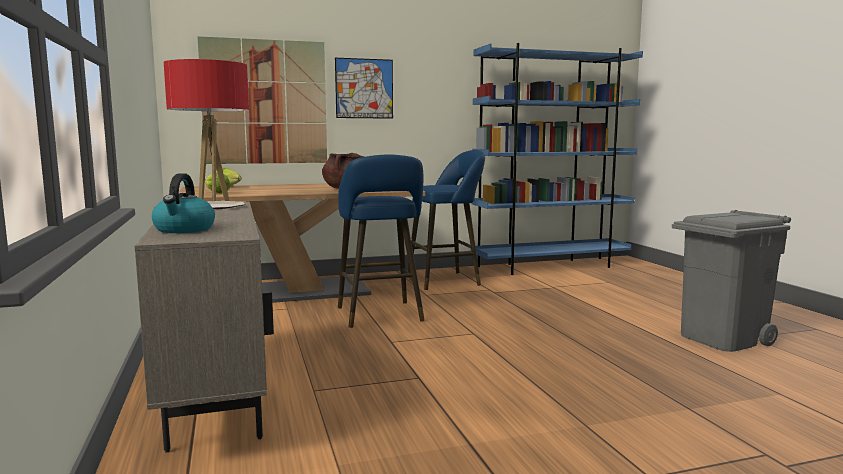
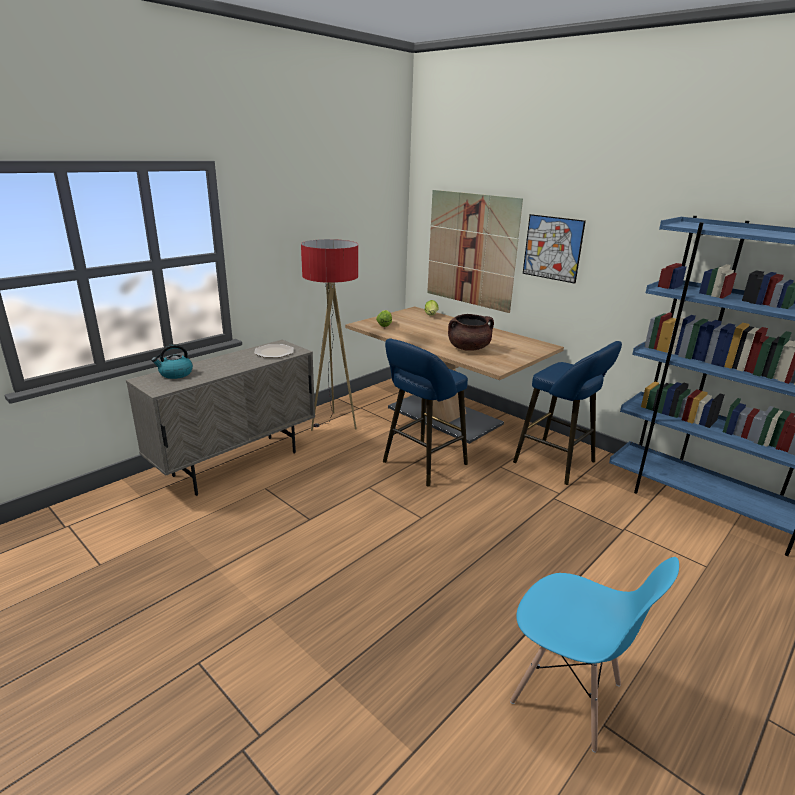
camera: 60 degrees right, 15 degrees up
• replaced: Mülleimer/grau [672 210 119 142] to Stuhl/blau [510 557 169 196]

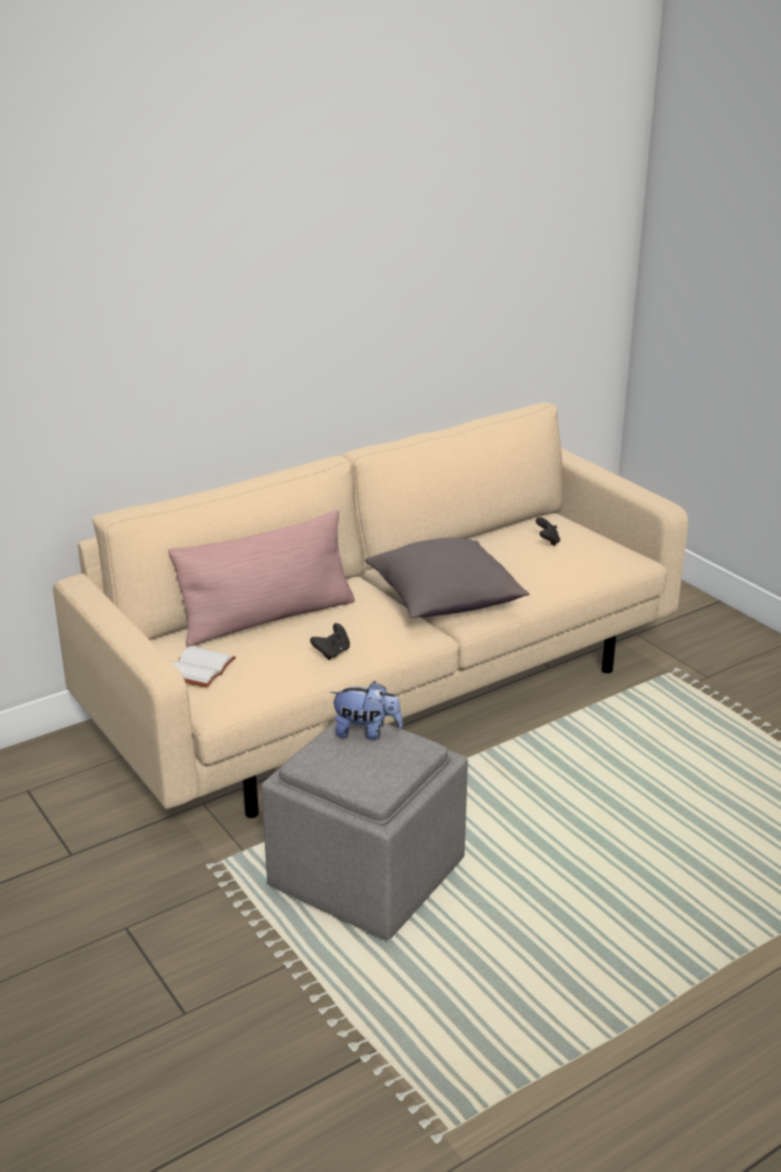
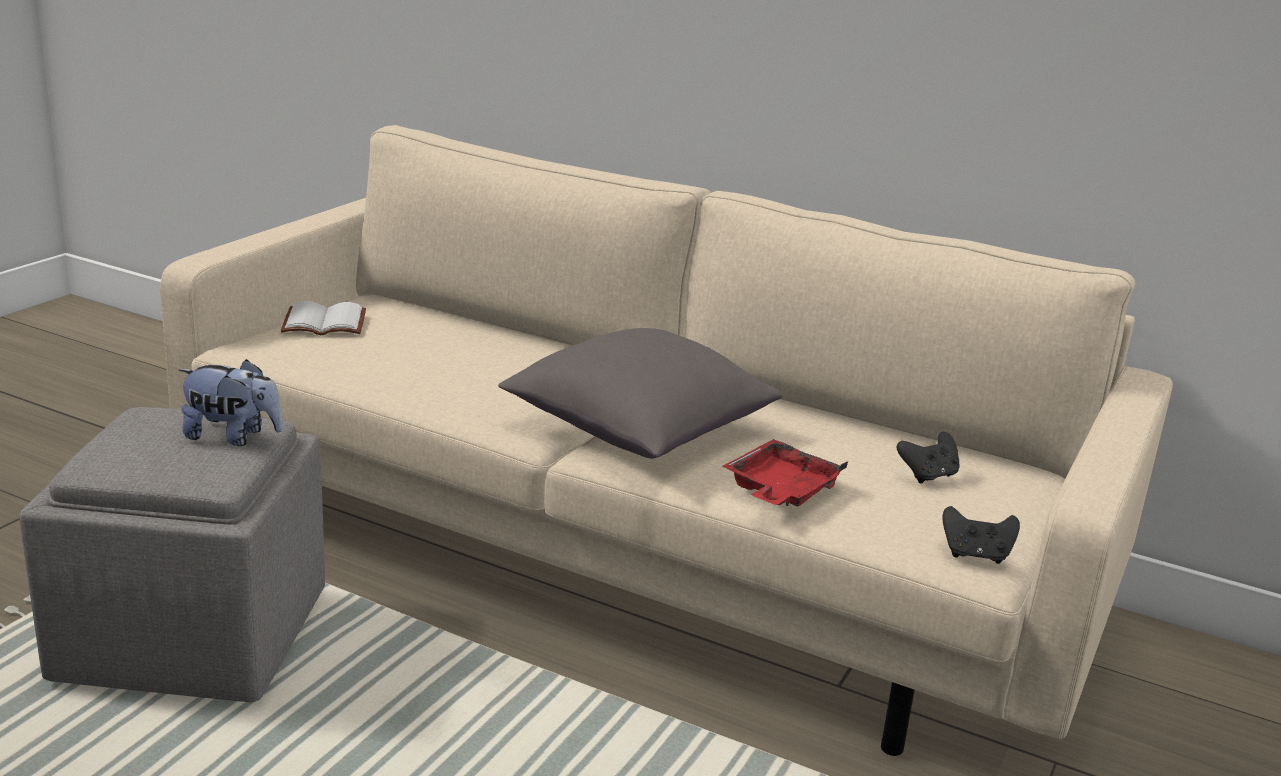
camera: 60 degrees right, 5 degrees down
• turned: Plüschtier [330 681 73 59] = [178 359 105 87] 60 degrees counterclockwise
• added: Tablett/rot [722 439 126 67]
• moved: Gamepad/schwarz [310 623 40 37] to [942 506 78 58]
• removed: Kissen/rosa [168 510 187 137]

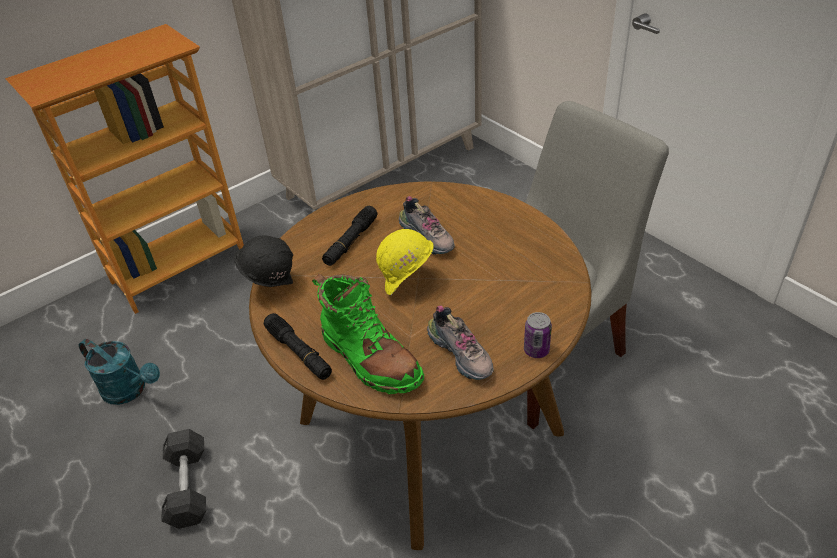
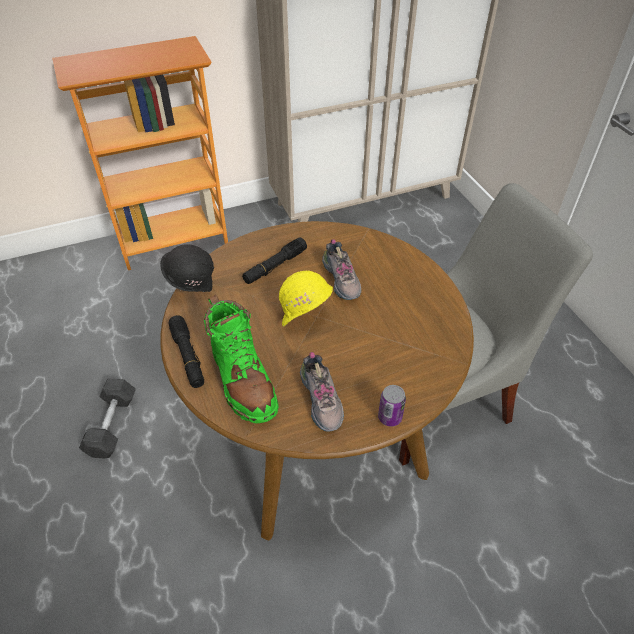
camera: 15 degrees right, 5 degrees up
• removed: Gießkanne/türkis [79 339 81 66]

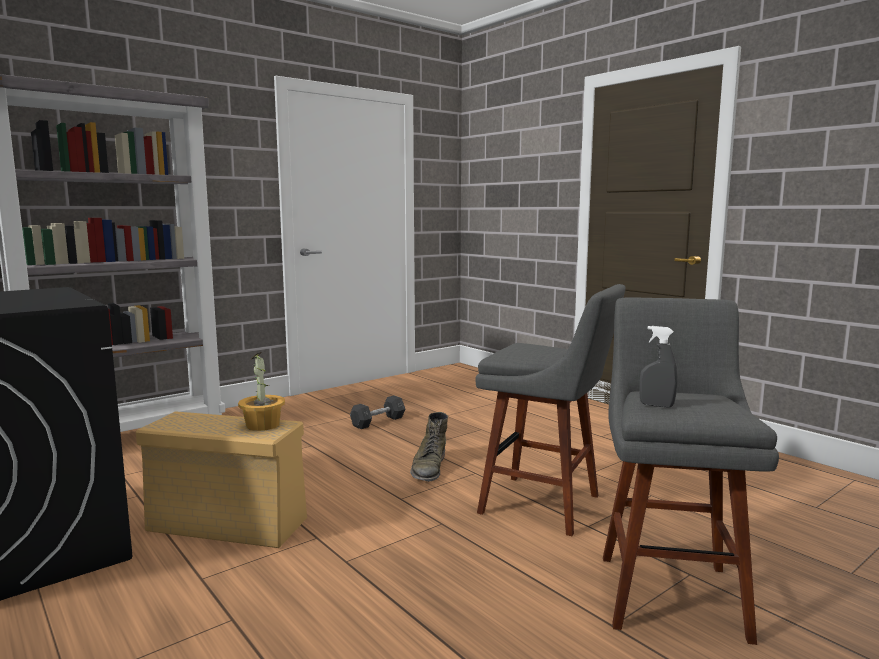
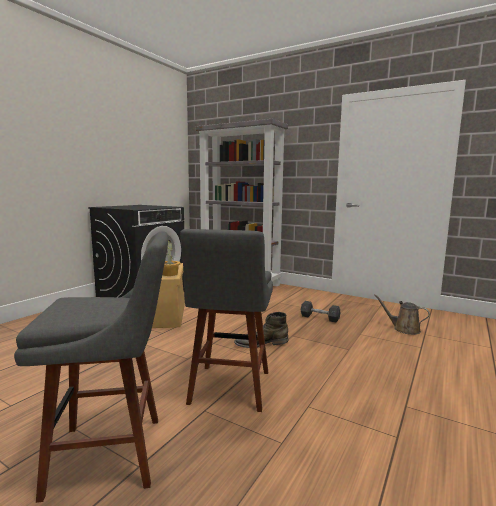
camera: 70 degrees right, 0 degrees up
• added: Gießkanne/braun [374 294 56 41]
• removed: Sprühflasche/grau [639 326 39 82]

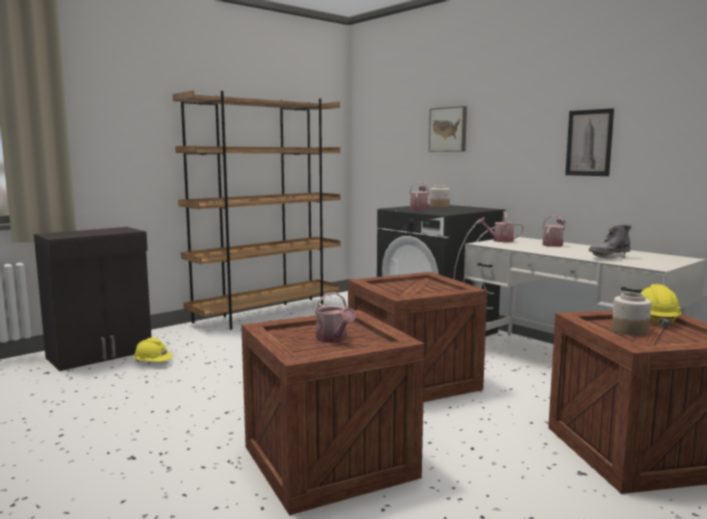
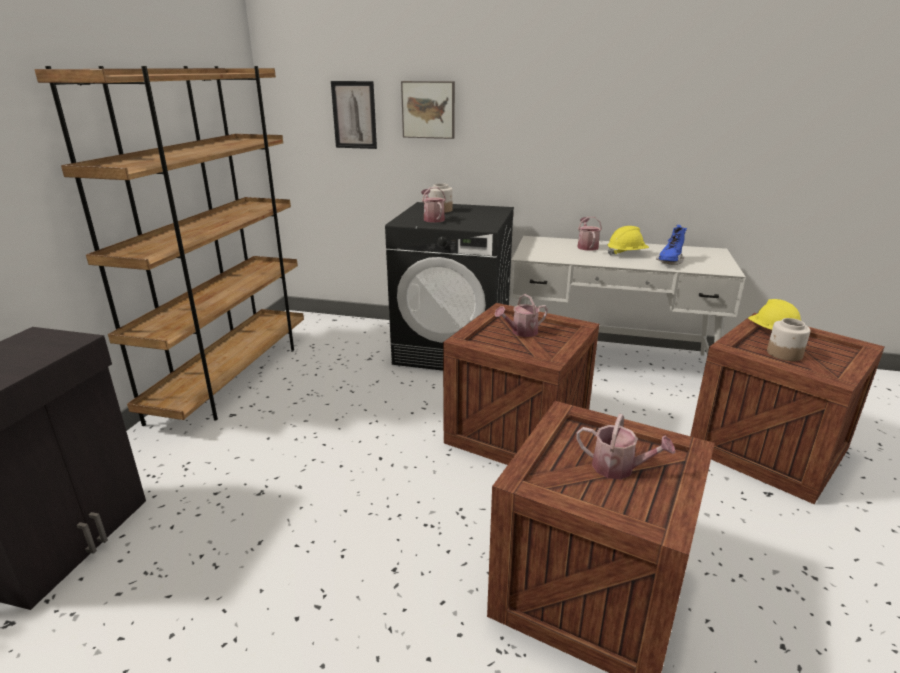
camera: 35 degrees left, 15 degrees up
• moved: Bild [565 108 49 68] to [331 81 46 68]
• moved: Gießkanne [477 212 47 30] to [495 294 53 43]
• moved: Schutzhelm/gelb [134 338 39 24] to [607 226 42 30]
• recoloured: Stiefel/grau [589 223 42 36] to Stiefel/blau [656 225 31 40]

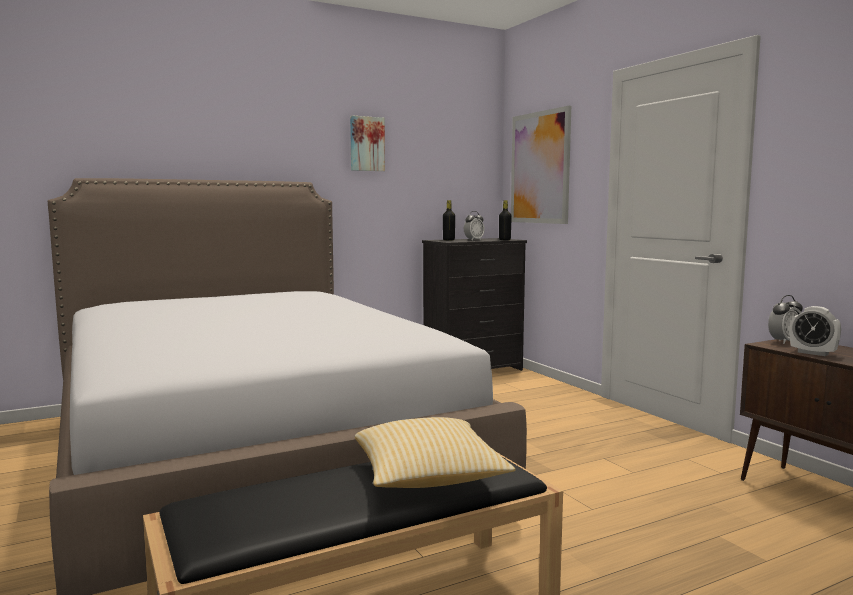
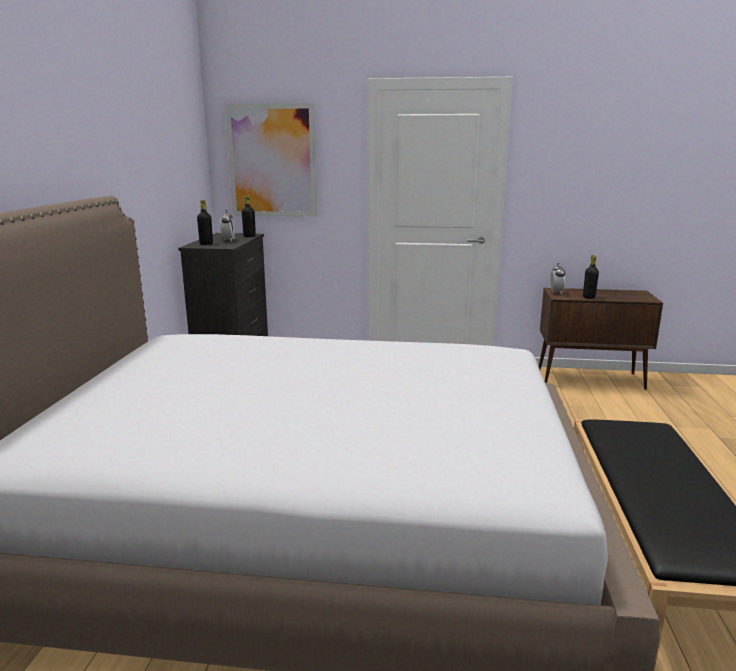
camera: 55 degrees left, 10 degrees up
• replaced: Wecker [790 306 51 50] to Flasche/schwarz [583 255 16 44]
• removed: Bild [350 116 35 55]
• removed: Kissen [355 417 160 71]

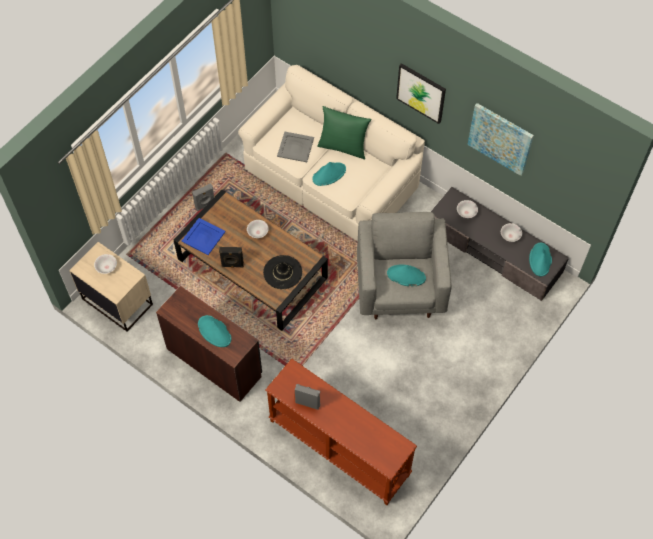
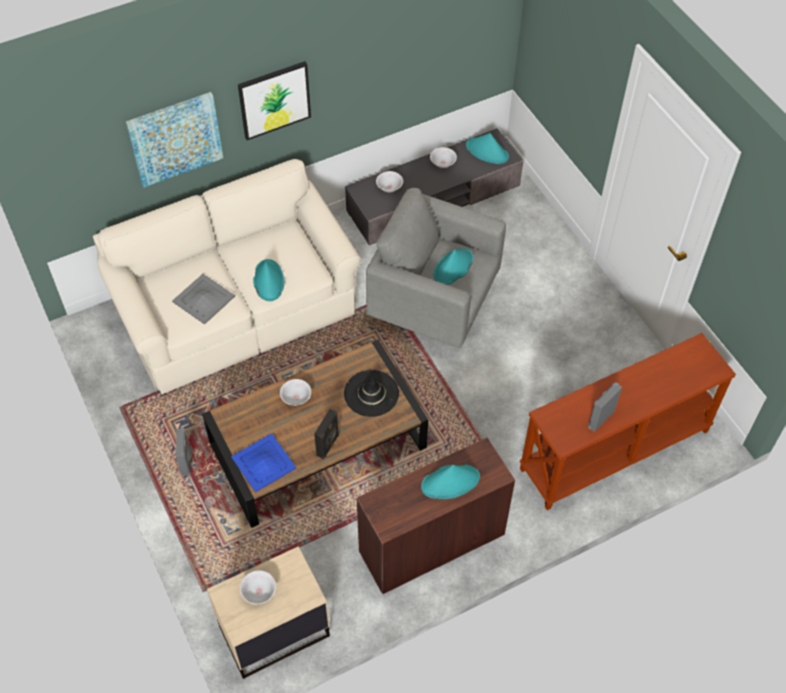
camera: 65 degrees left, 5 degrees down
• moved: Bild [467 103 67 73] to [126 92 97 95]
• removed: Kissen/grün [317 106 54 54]

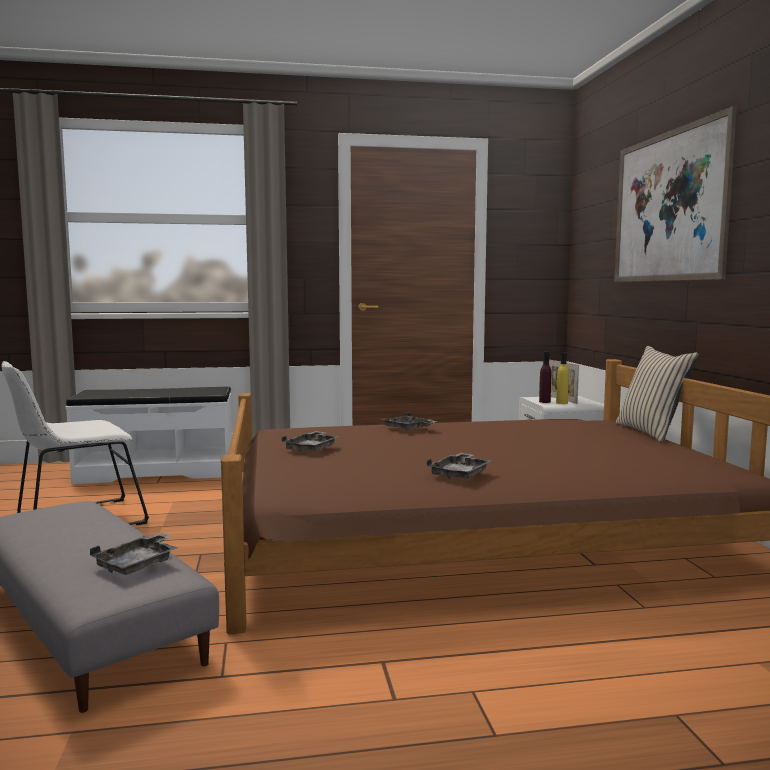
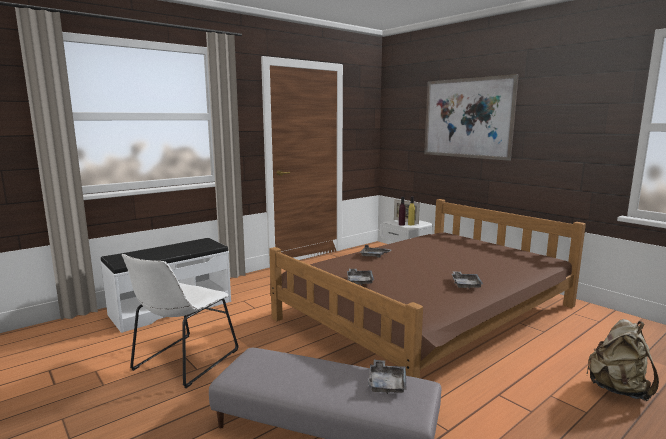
camera: 30 degrees left, 5 degrees up
• added: Rucksack/beige [586 319 73 82]
• removed: Kissen/beige [616 346 83 97]

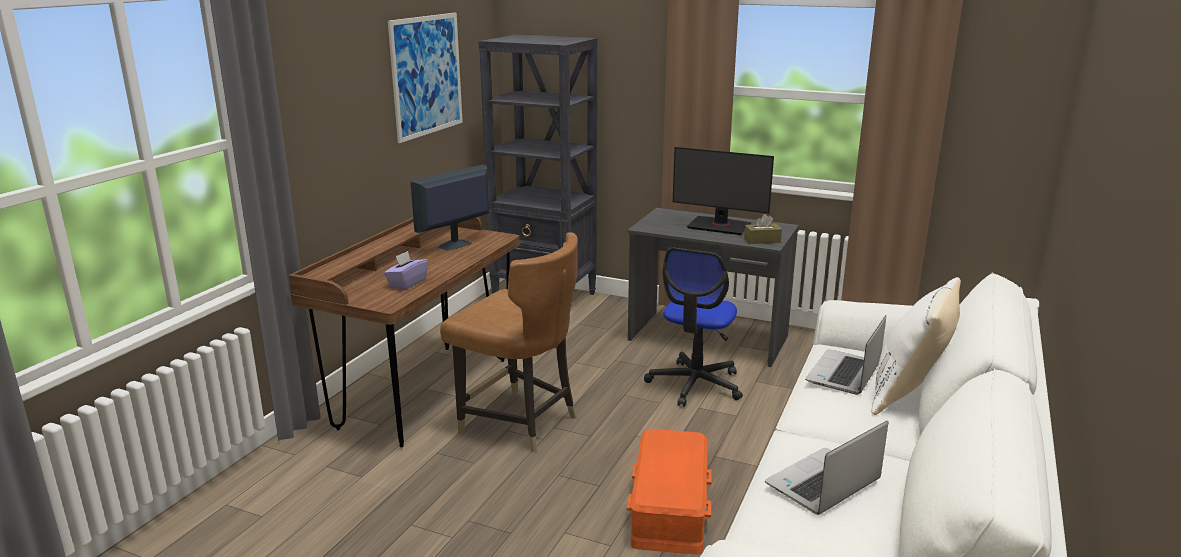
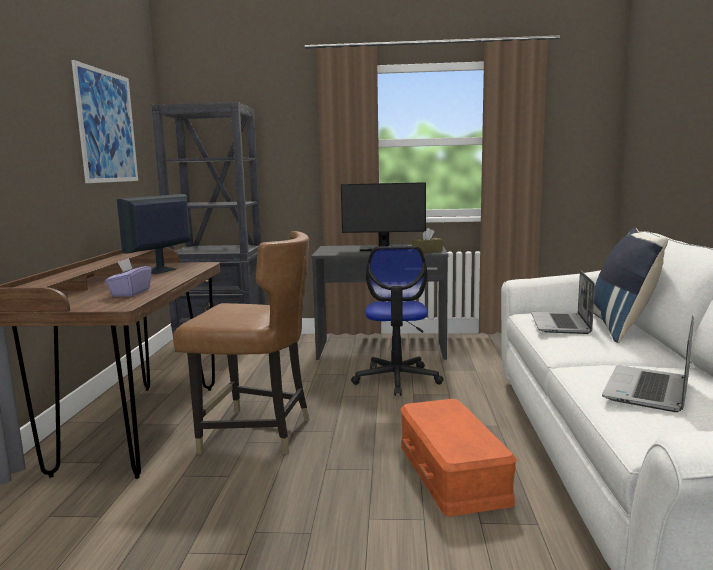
camera: 20 degrees left, 10 degrees down
• recoloured: Kissen/weiß [871 277 90 138] to Kissen/blau [593 228 75 115]

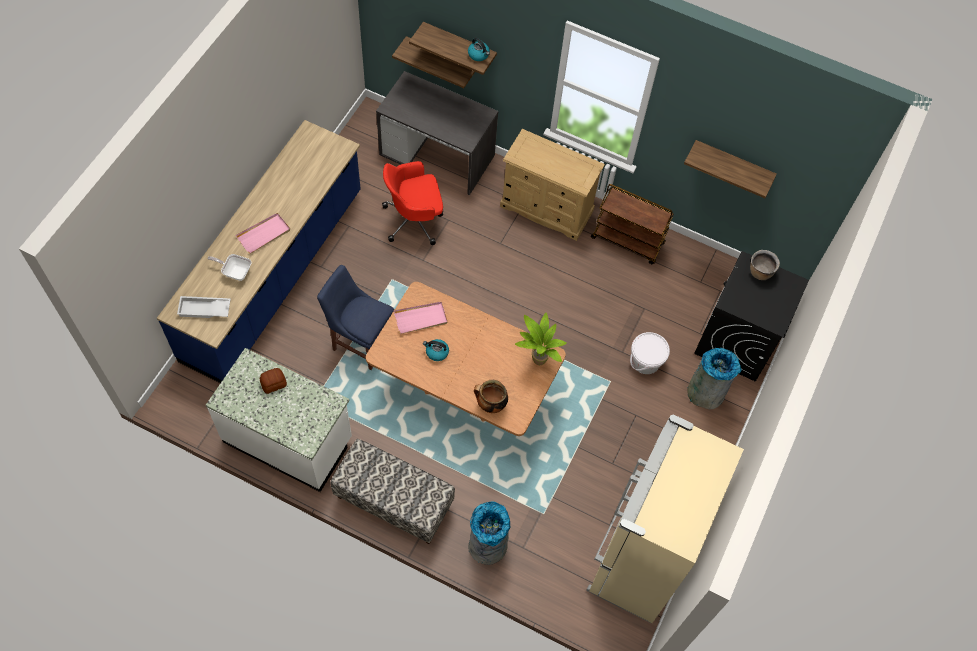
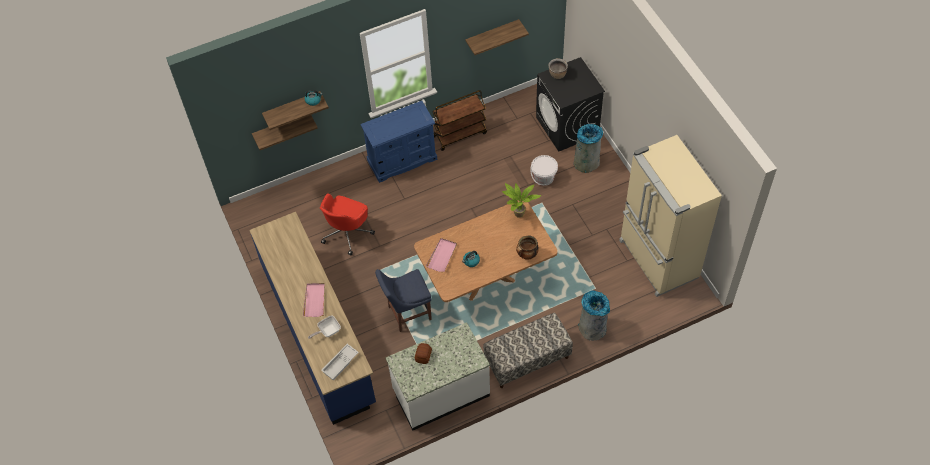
camera: 45 degrees left, 5 degrees down
• recoloured: Kommode/beige [500 129 105 112] to Kommode/blau [360 101 77 82]
• removed: Schreibtisch/grau [376 71 123 124]

